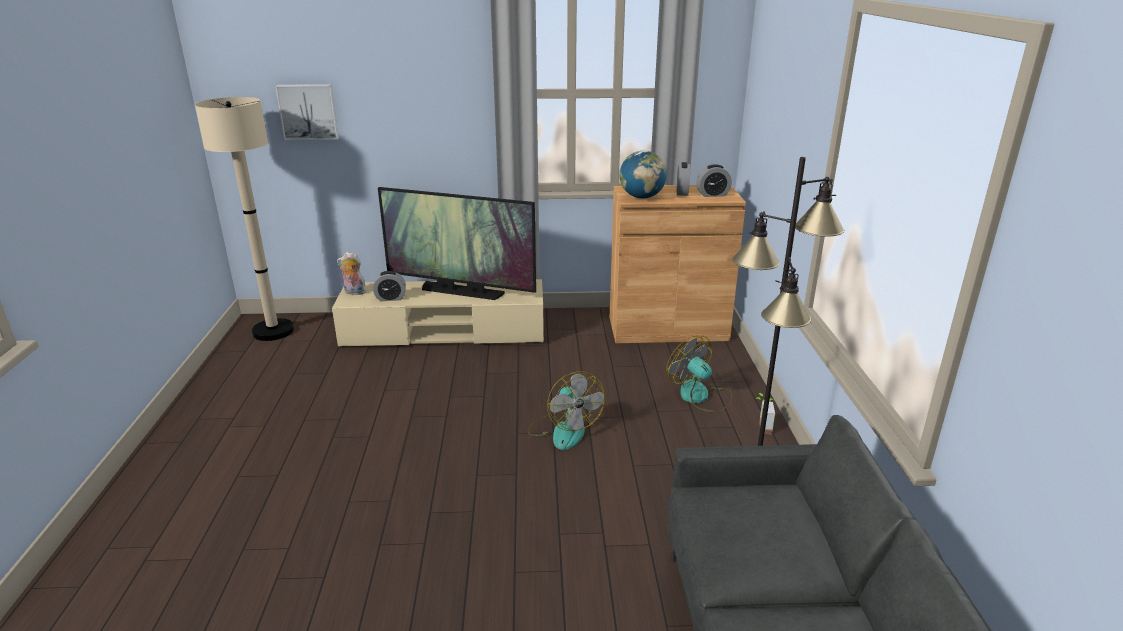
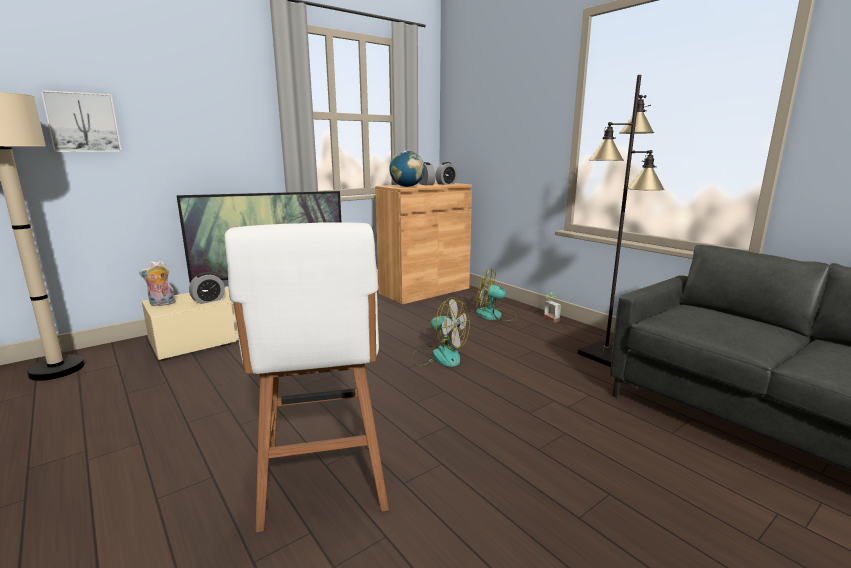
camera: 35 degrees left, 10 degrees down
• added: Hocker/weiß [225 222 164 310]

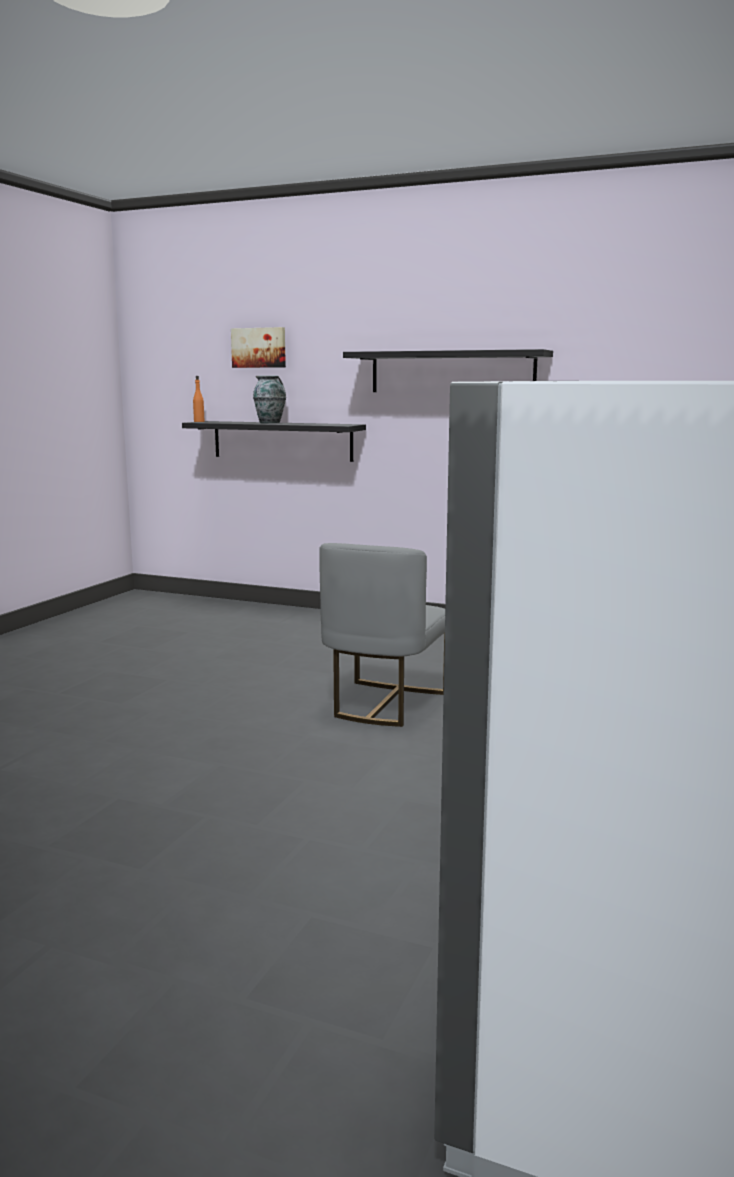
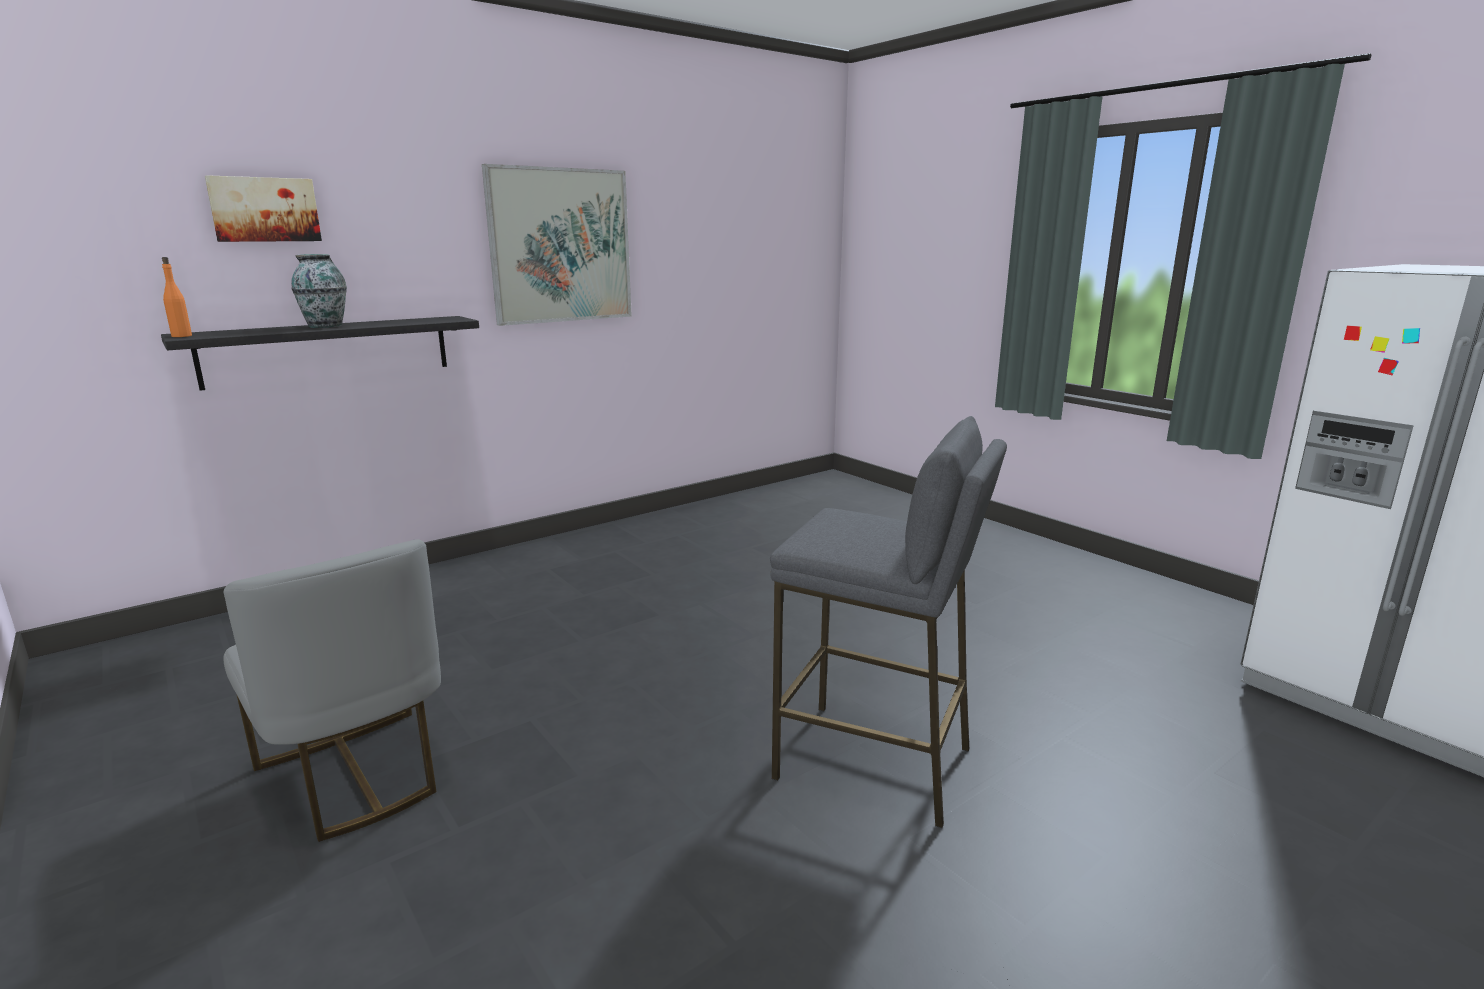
camera: 60 degrees left, 5 degrees up
• moved: Stuhl/grau [319 543 126 184] to [223 539 218 303]
• replaced: Wandregal/schwarz [343 349 210 43] to Bild [482 164 150 162]
• added: Hocker/grau [770 416 237 412]

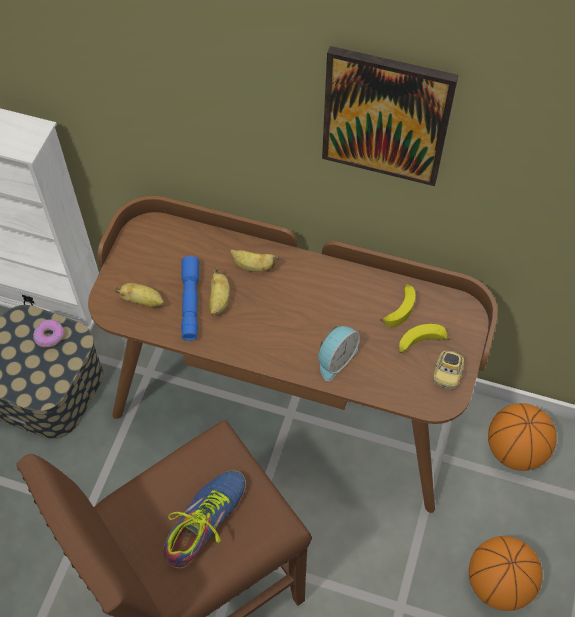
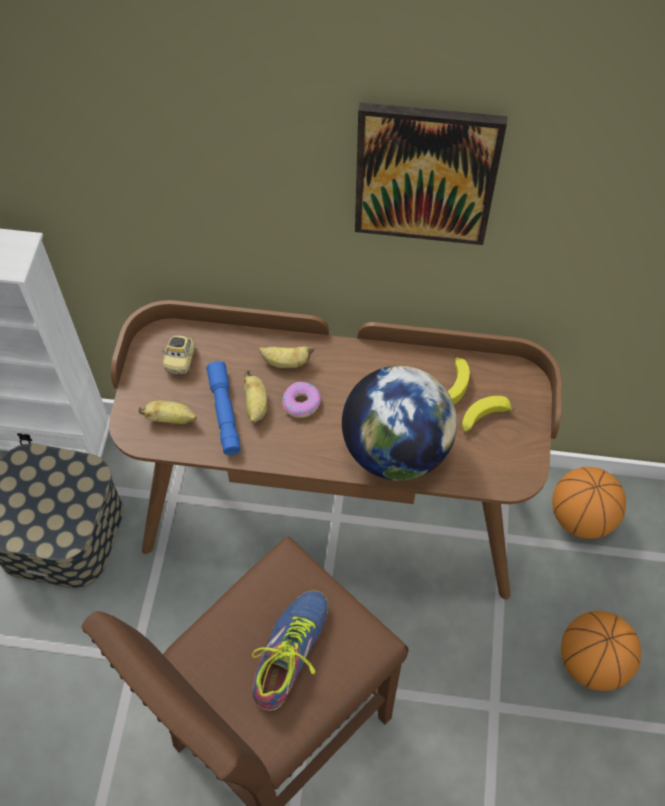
camera: 10 degrees left, 0 degrees up
• moved: Spielzeugauto [433 350 31 39] to [163 336 32 38]
• moved: Donut [33 320 31 28] to [282 382 39 36]
• replaced: Wecker [318 325 42 56] to Globus [342 365 115 116]

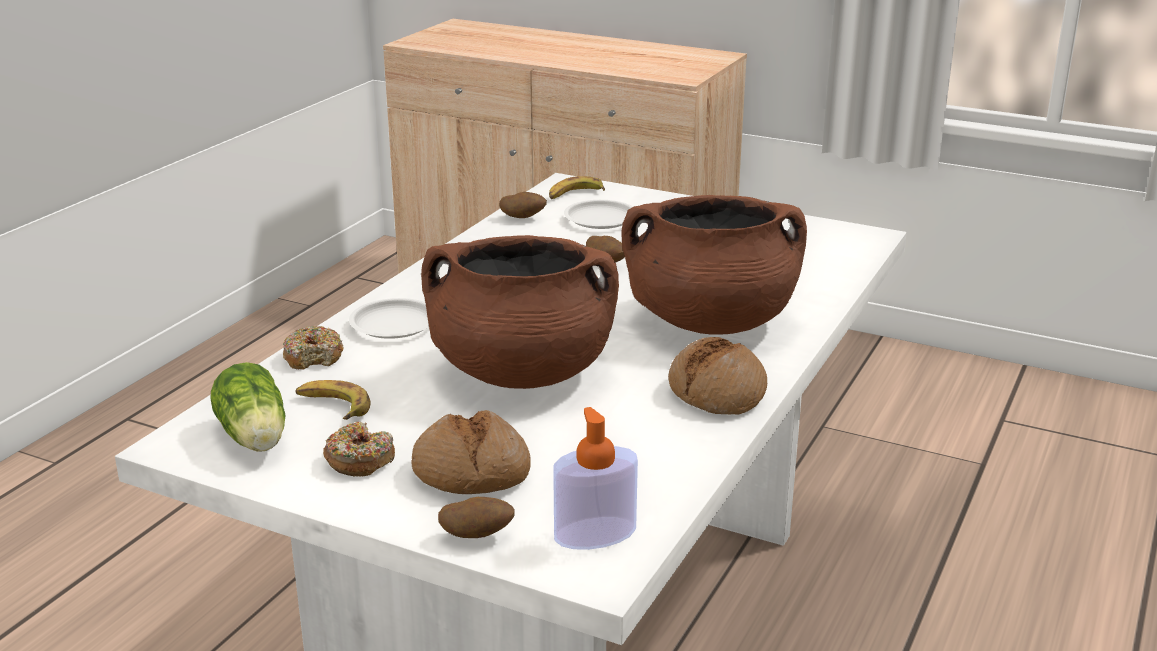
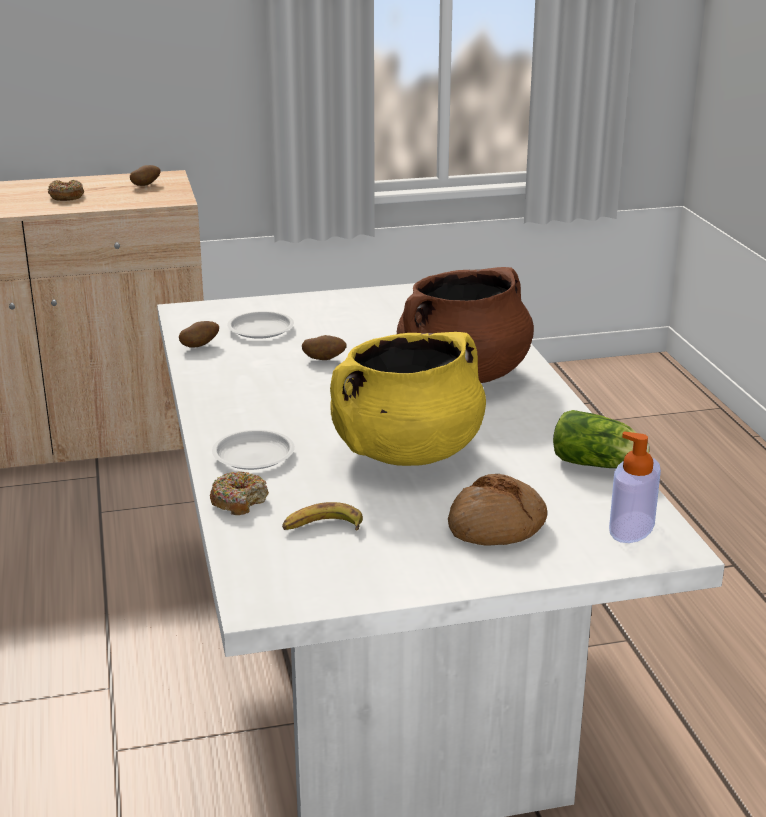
camera: 40 degrees left, 0 degrees up
• moved: Donut [323 422 72 55] to [48 180 36 21]
• moved: Kartoffel [438 497 77 41] to [130 165 31 21]
• recoloured: Kochtopf/braun [421 235 198 154] to Kochtopf/gelb [330 332 156 134]
• moved: Salatkopf [211 362 74 90] to [553 410 96 58]
• removed: Banane [549 176 56 23]
• removed: Brot [668 337 99 78]

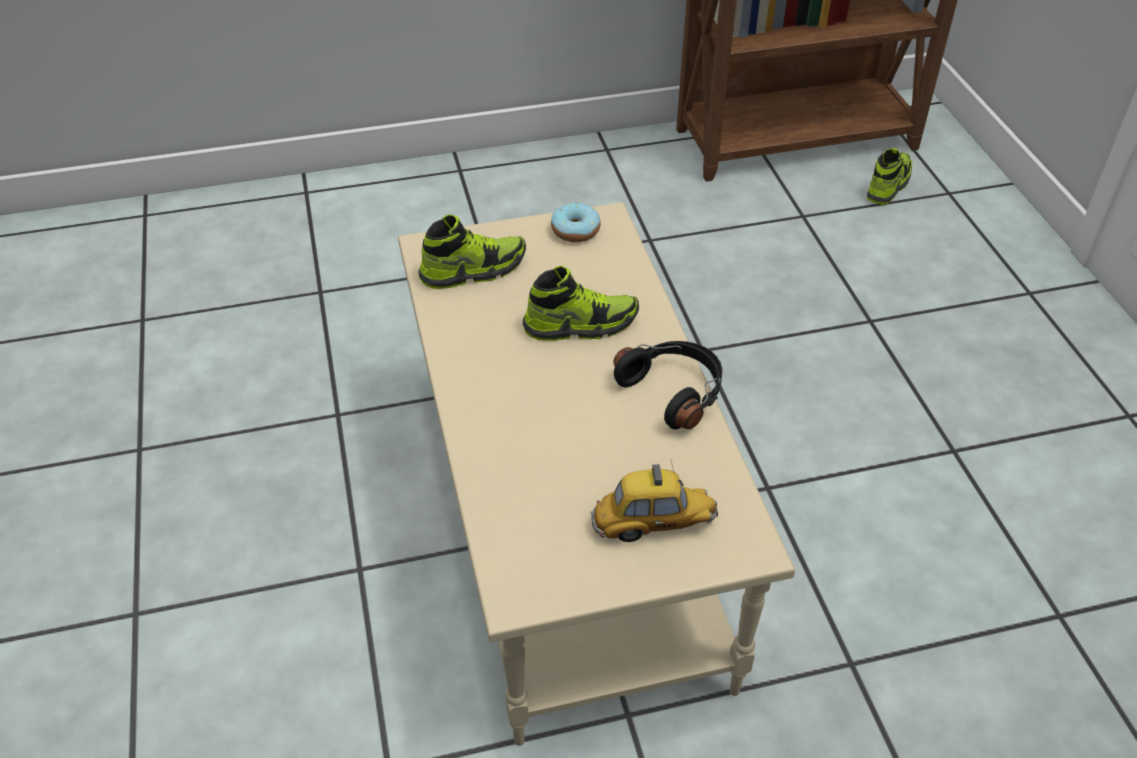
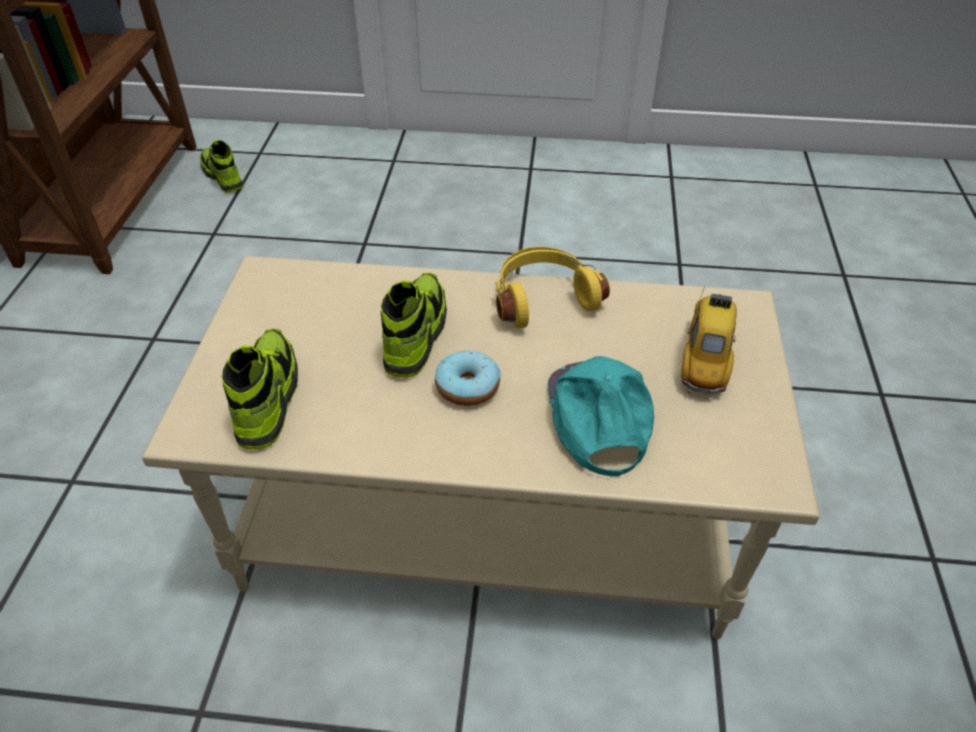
camera: 70 degrees left, 0 degrees up
• moved: Donut [551 202 50 40] to [435 350 66 56]
• recoloured: Kopfhörer/schwarz [613 341 109 89] to Kopfhörer/gelb [495 247 115 81]
• added: Kappe/türkis [548 356 106 120]

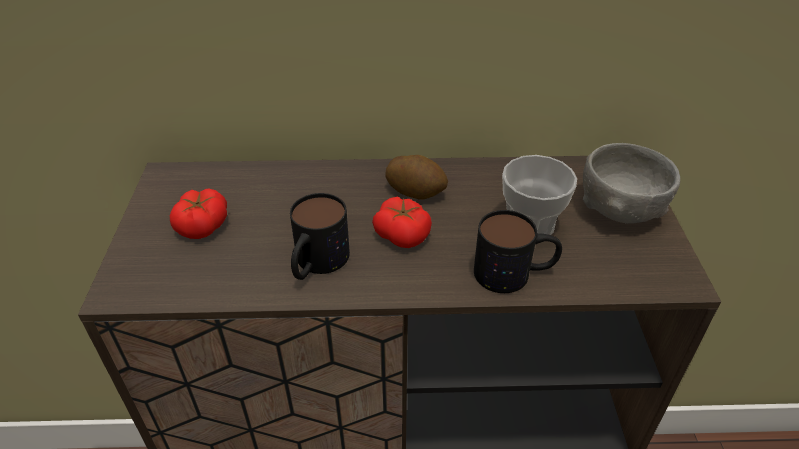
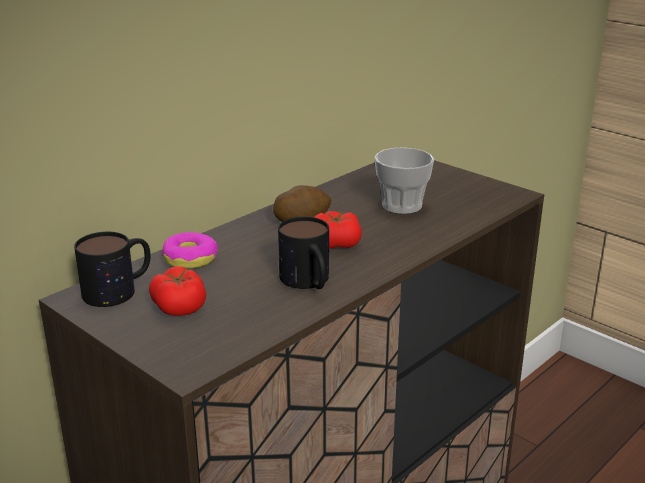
camera: 45 degrees left, 15 degrees down
• moved: Henkelbecher [474 210 88 83] to [74 232 77 75]
• added: Donut [162 232 56 37]
• removed: Schüssel/grau [583 143 97 81]

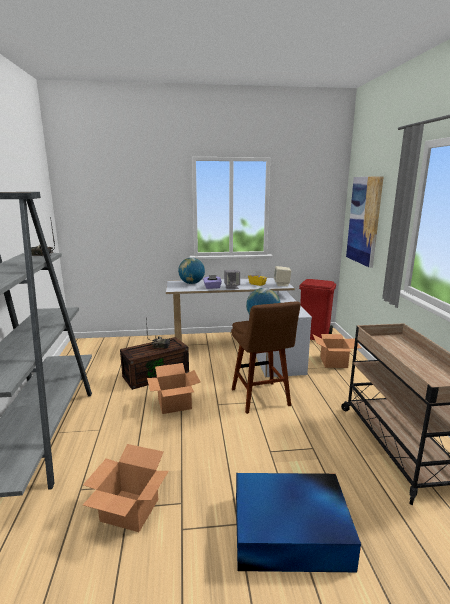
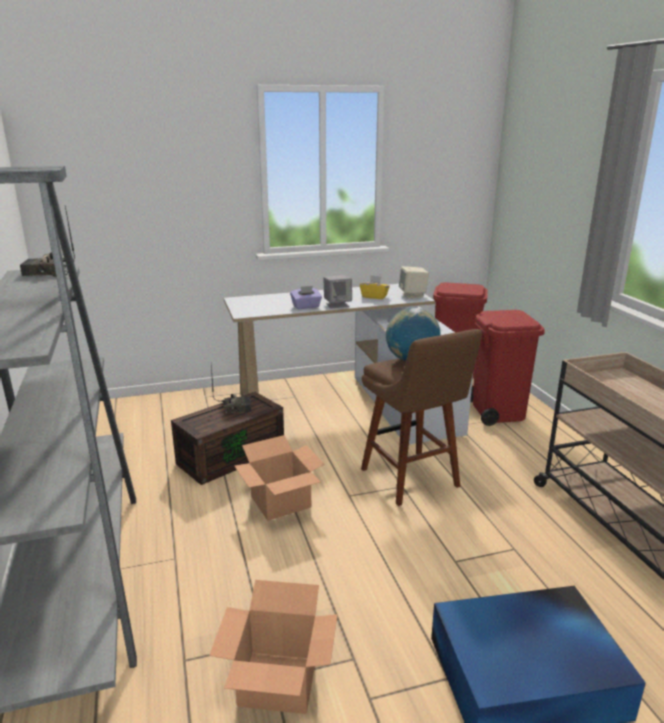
camera: 10 degrees left, 5 degrees up
• replaced: Karton [313 334 48 34] to Mülleimer/rot [470 310 75 116]
• removed: Globus [178 258 27 26]
• removed: Bild [346 176 38 92]

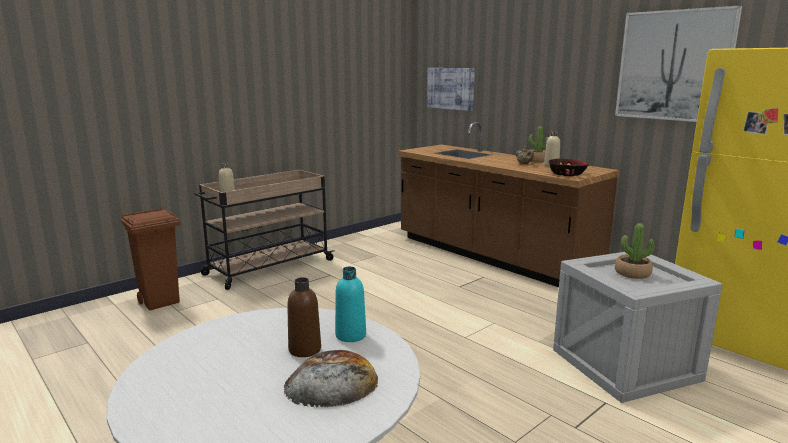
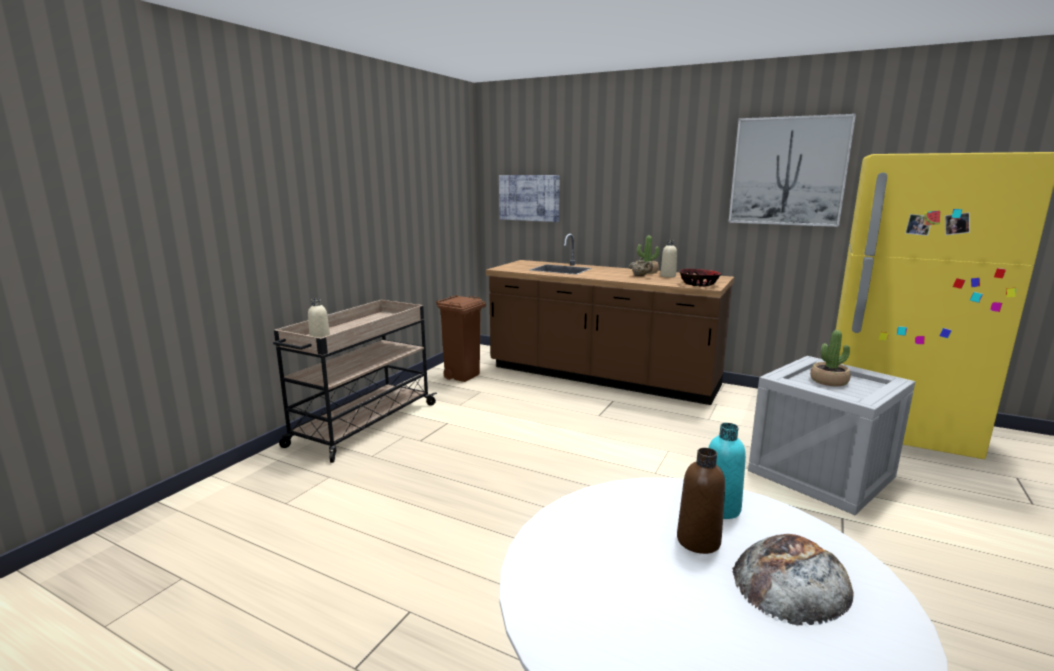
camera: 20 degrees left, 0 degrees up
• moved: Mülleimer/braun [121 208 59 102] to [436 295 50 87]

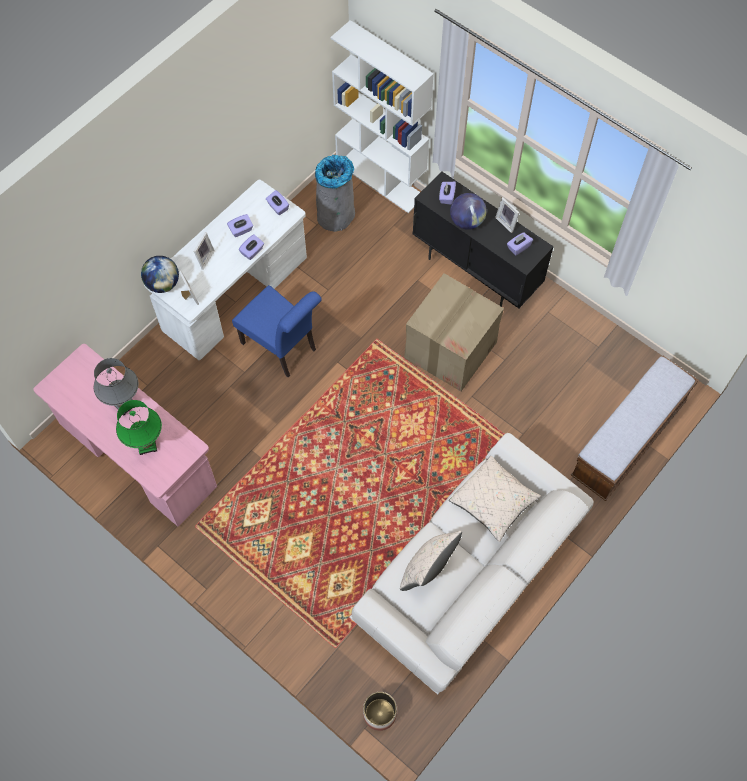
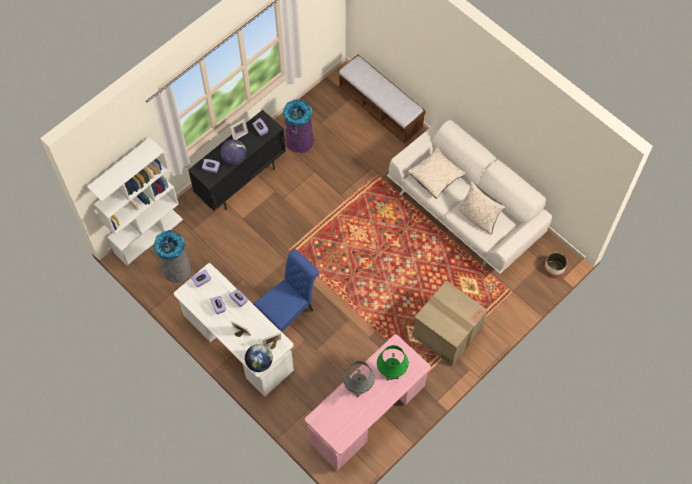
camera: 85 degrees left, 0 degrees up
• added: Mülleimer/lila [283 99 32 54]
• moved: Karton [404 273 100 119] to [412 280 76 86]

